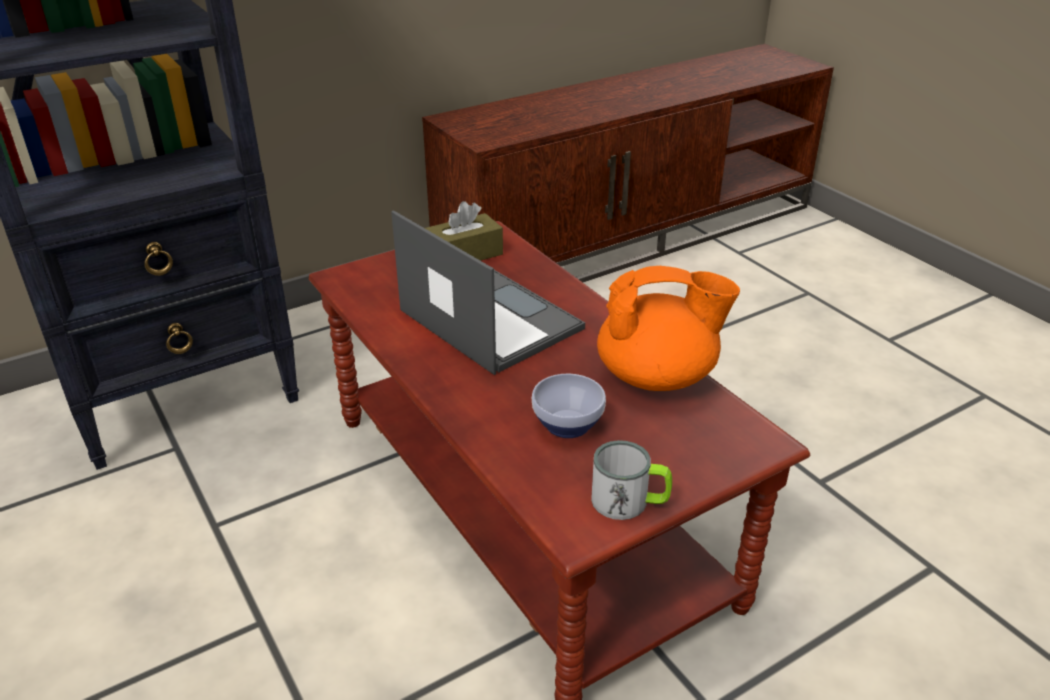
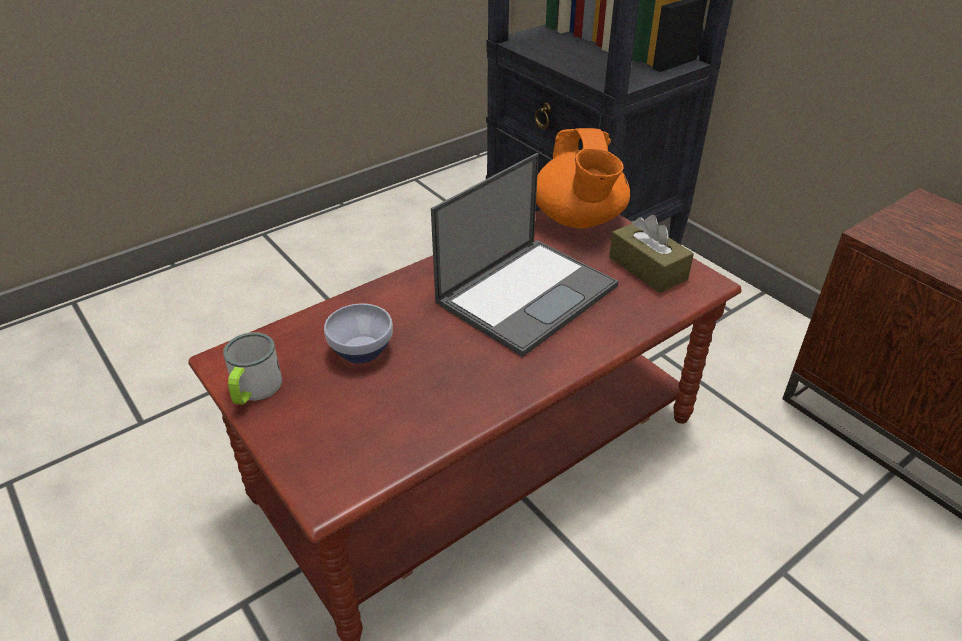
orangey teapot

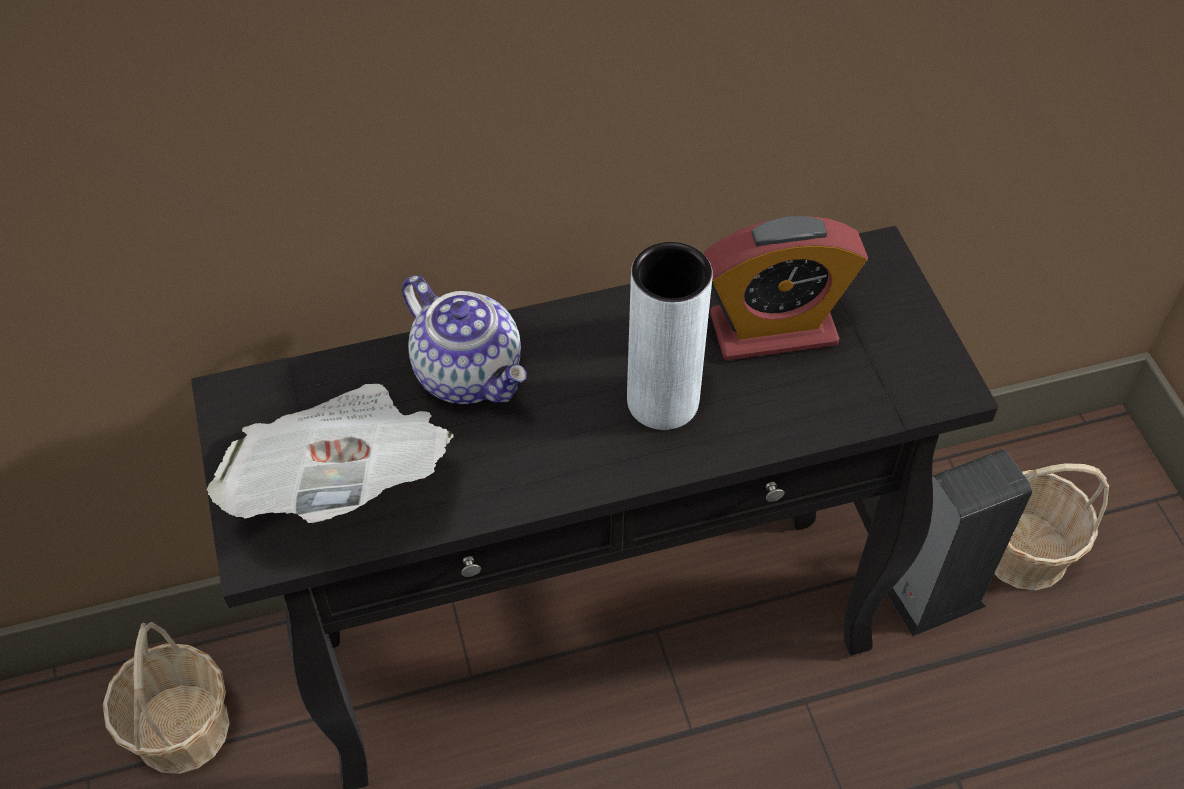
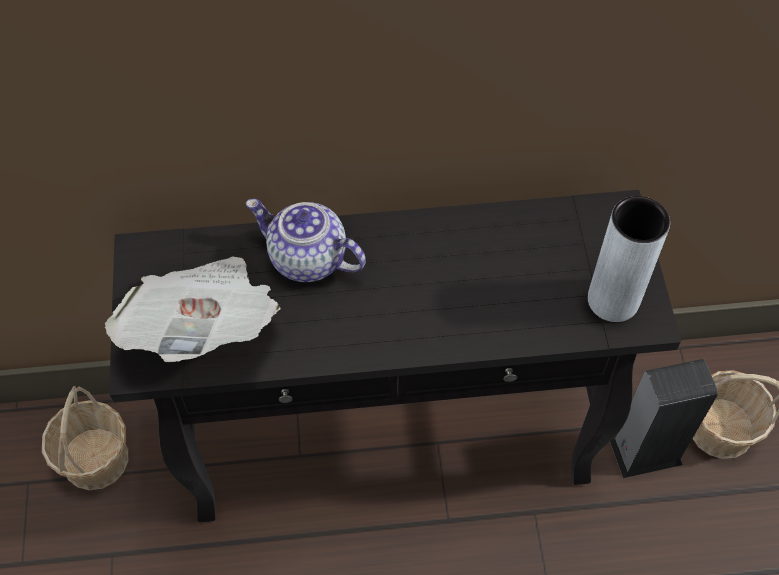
teapot
greyish vase
table clock

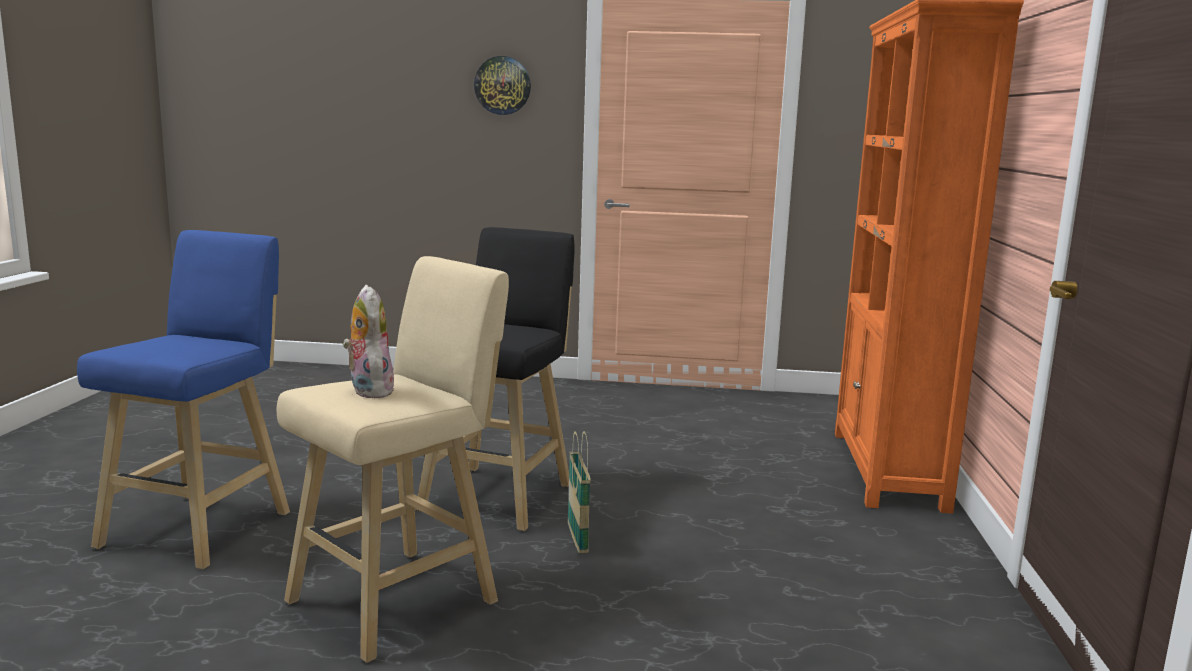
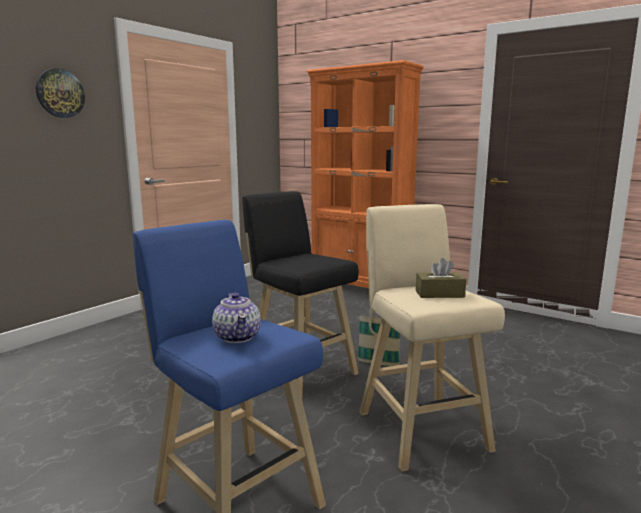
brownish tissue holder
teapot

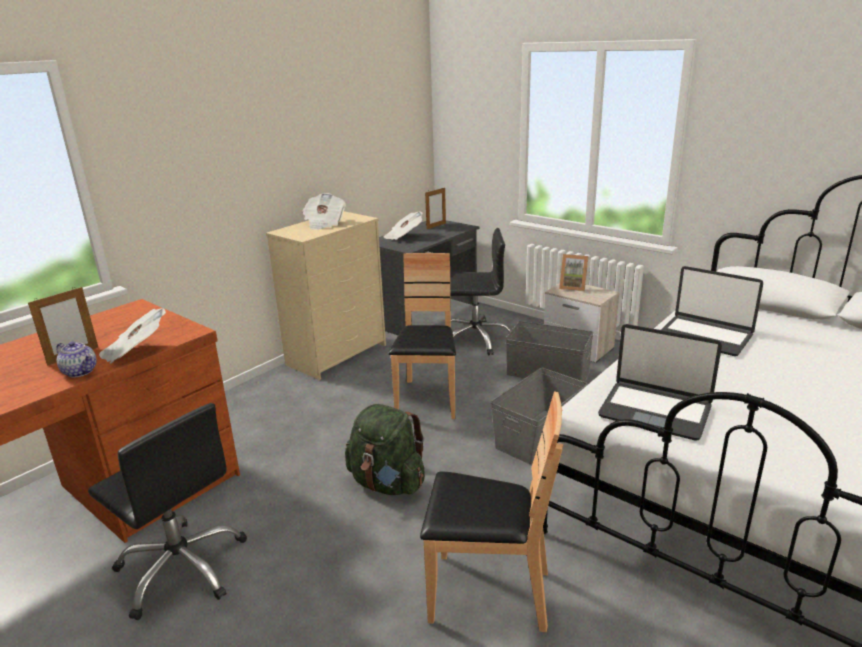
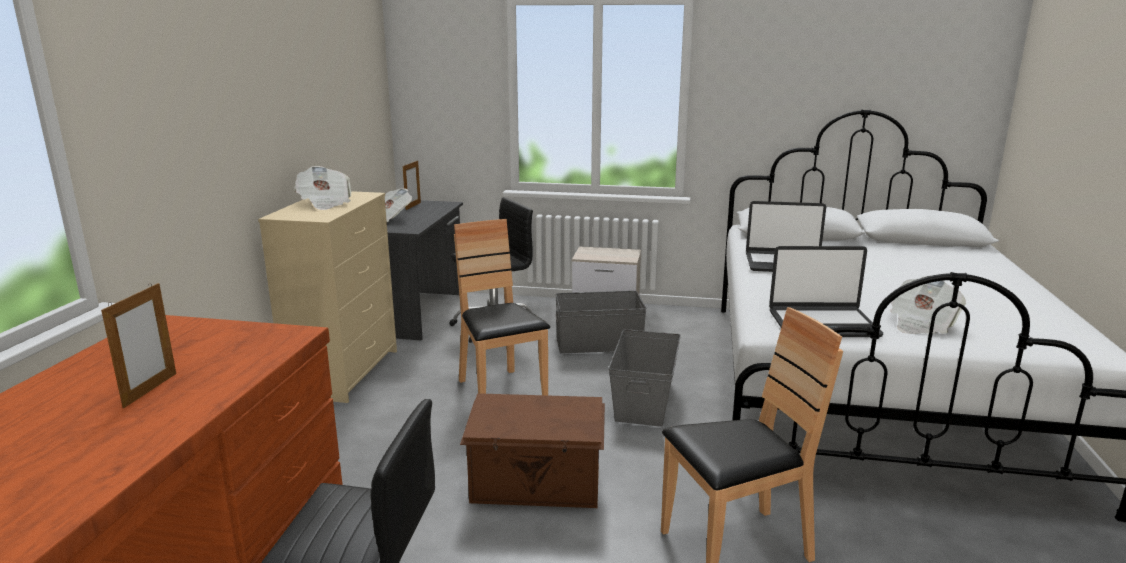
teapot
printed paper (3rd from left)
brownish storage box
standing frame (3rd from left in the first image)

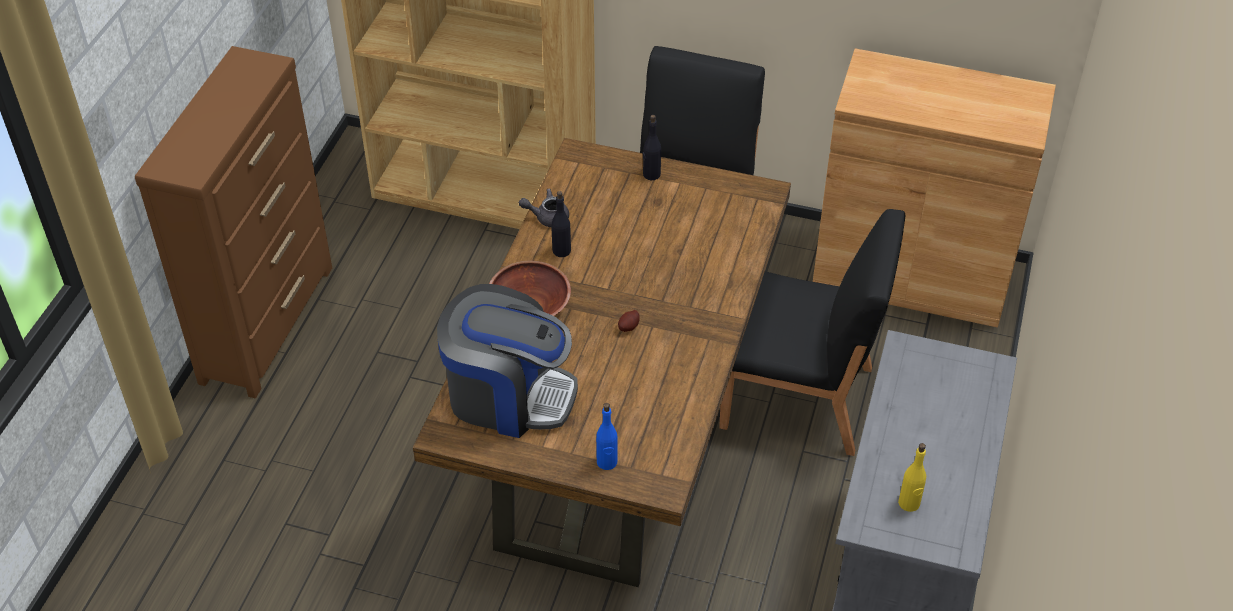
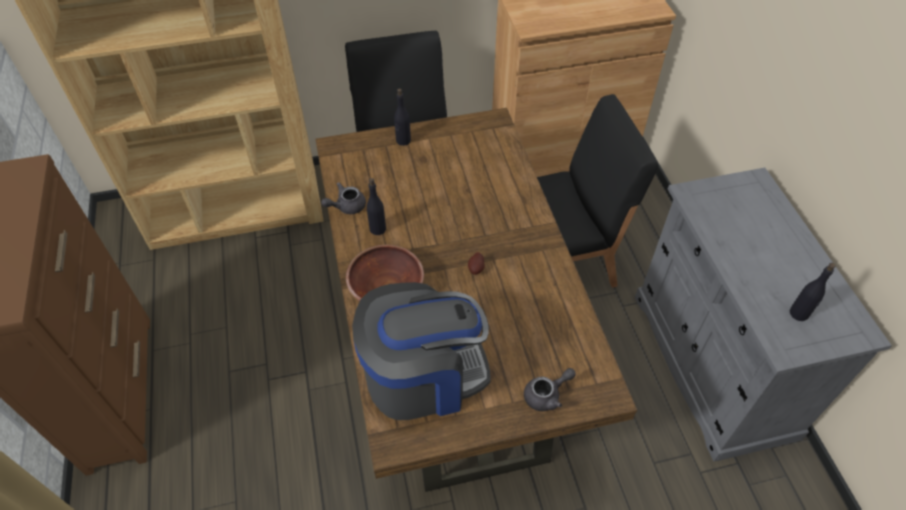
greyish teapot (2nd from left)
black drink bottle (3rd from left)

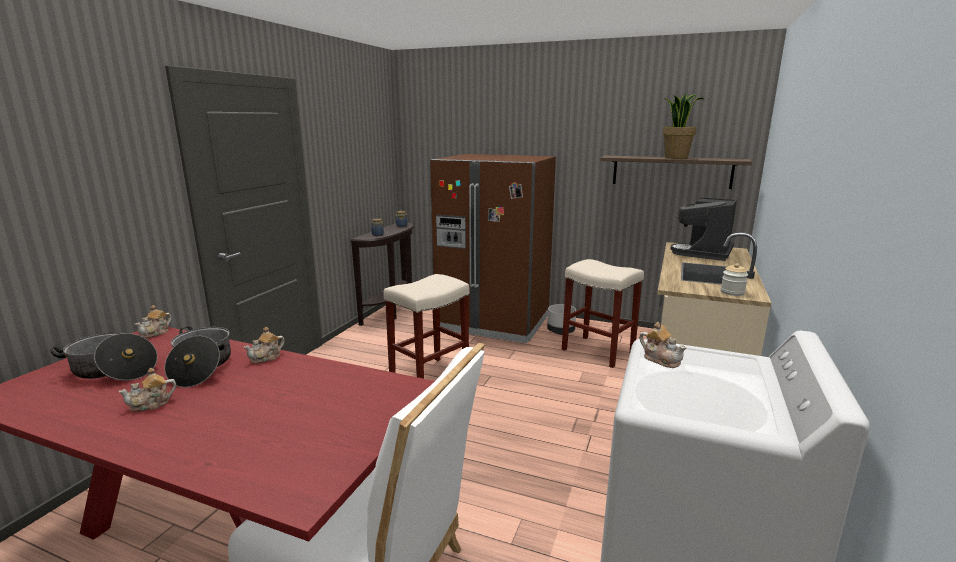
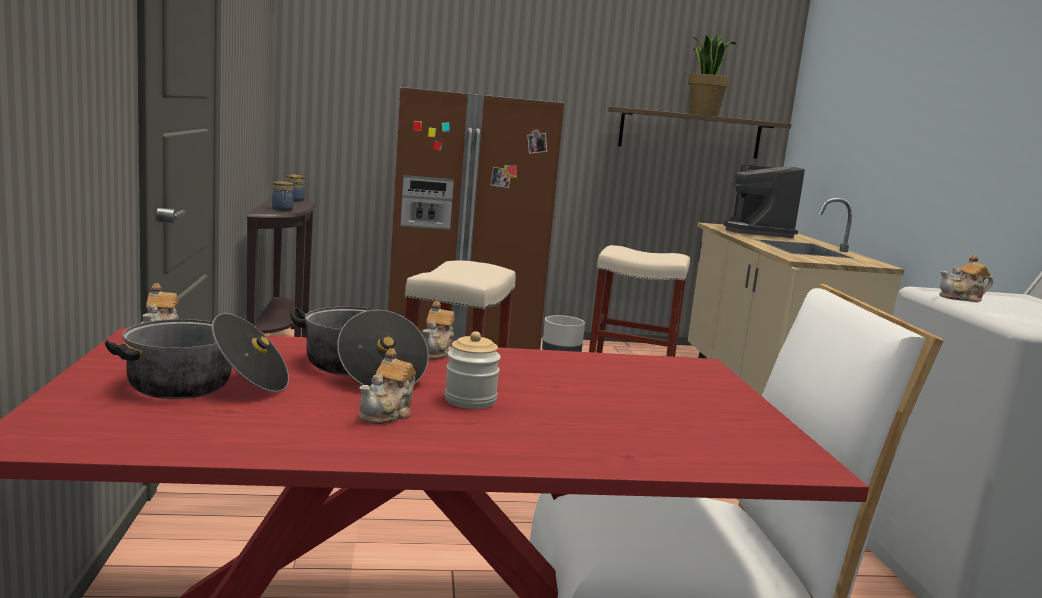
teapot (4th from left)
preserve jar (3rd from left)

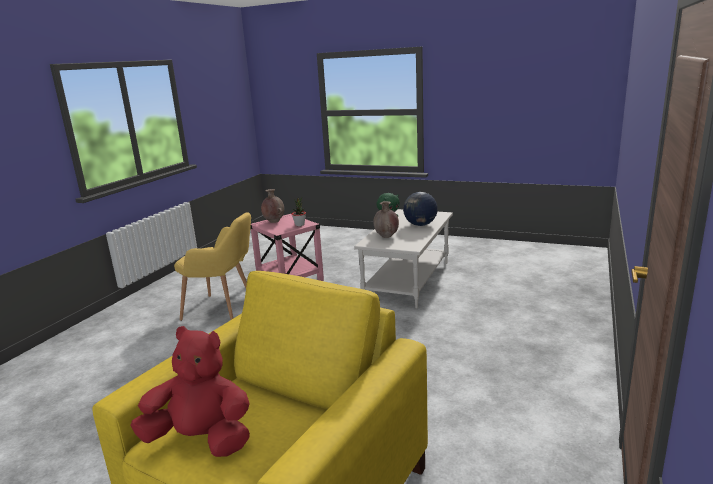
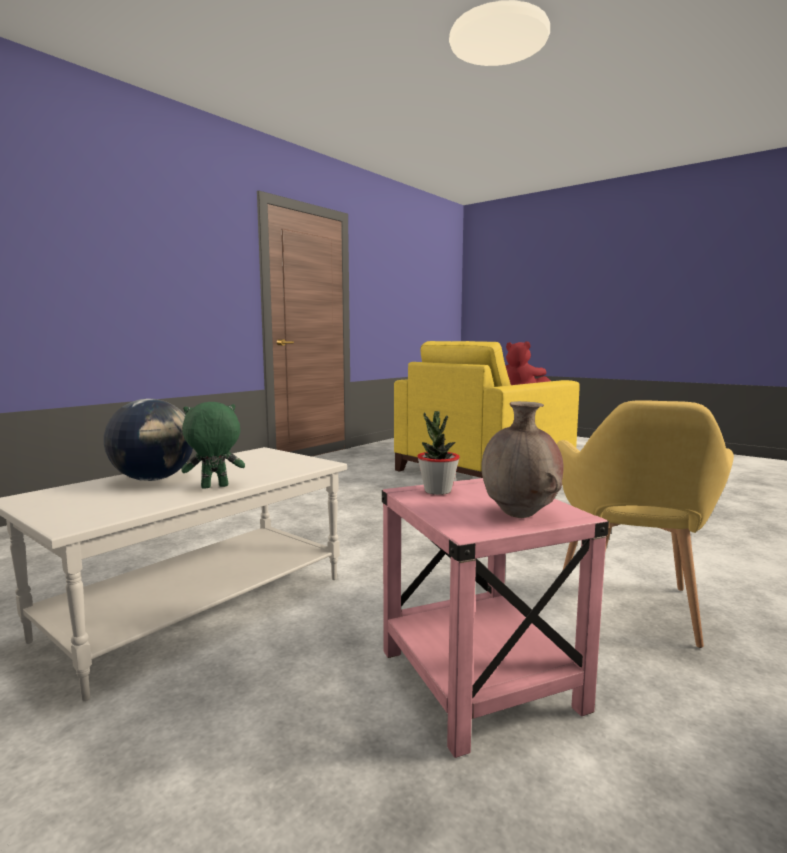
yellow easy chair (2nd from left)
brownish vase (2nd from left in the first image)

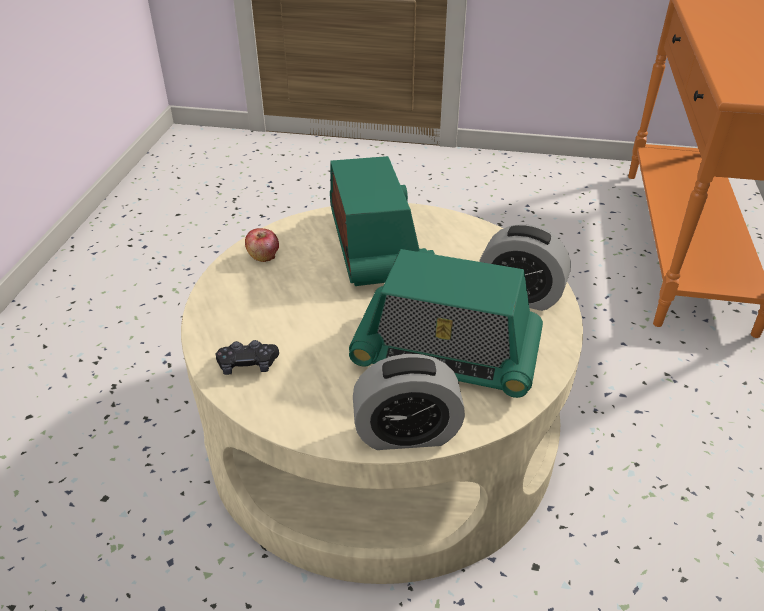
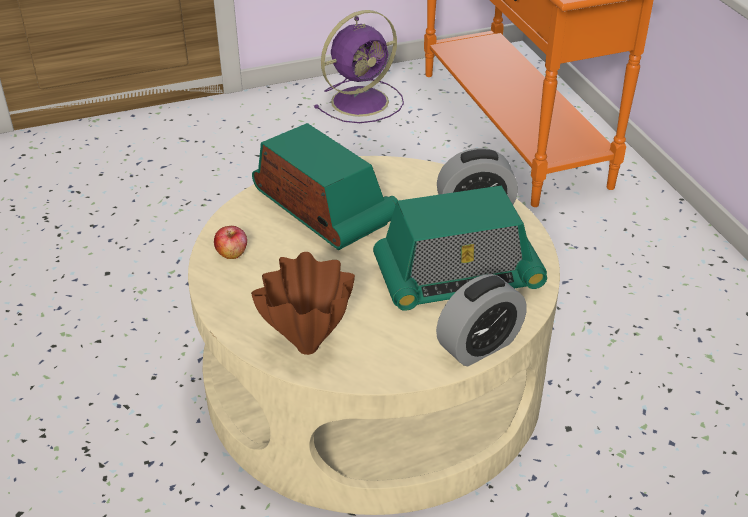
brownish vase
purple-coloured cooling fan

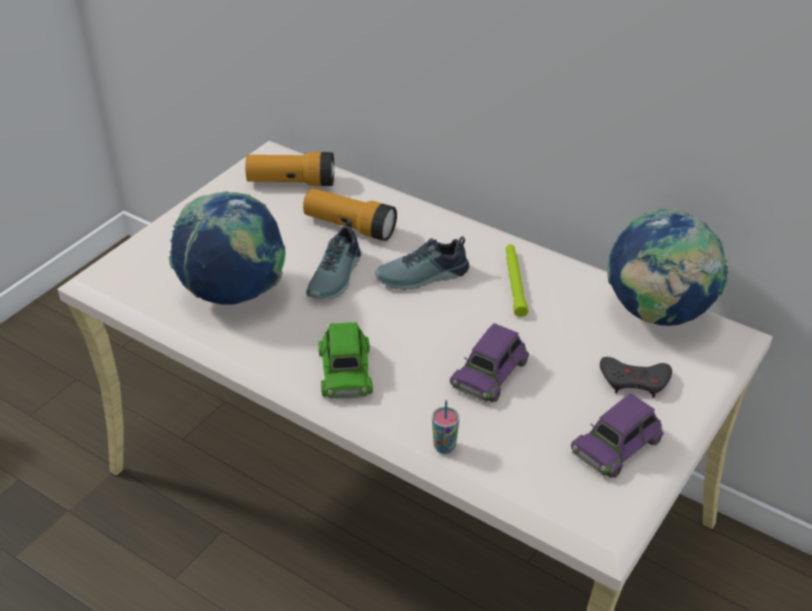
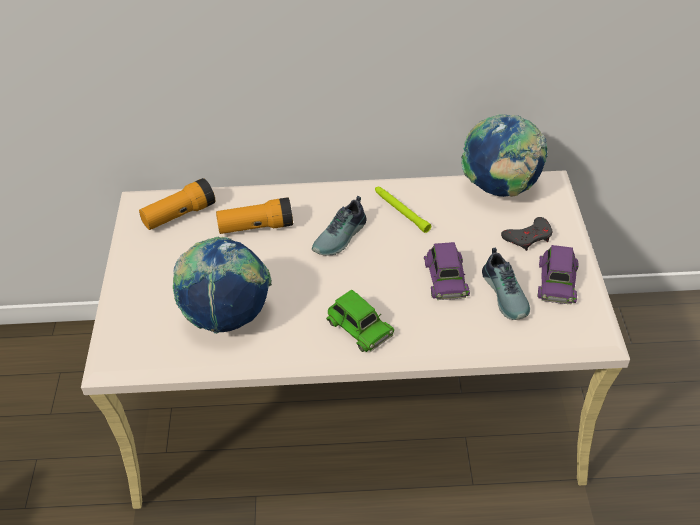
low shoe (2nd from left)
drinking cup

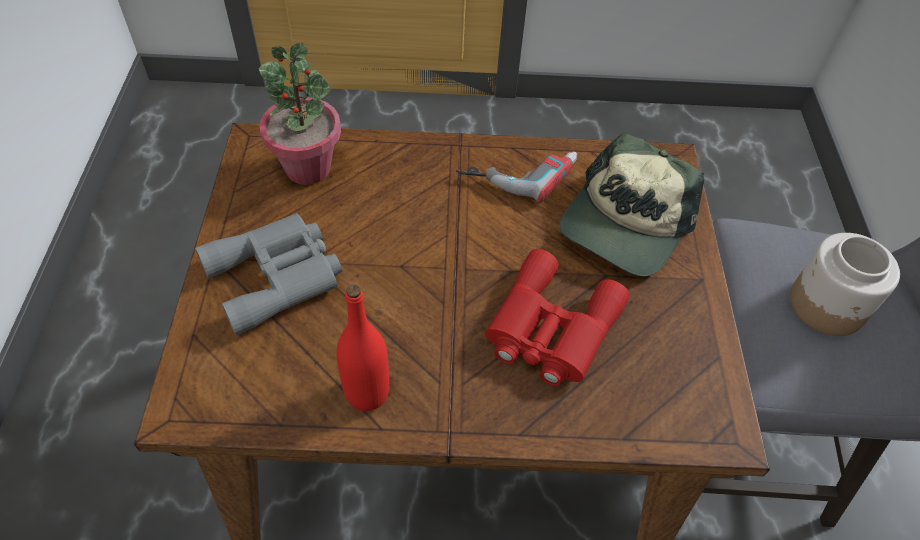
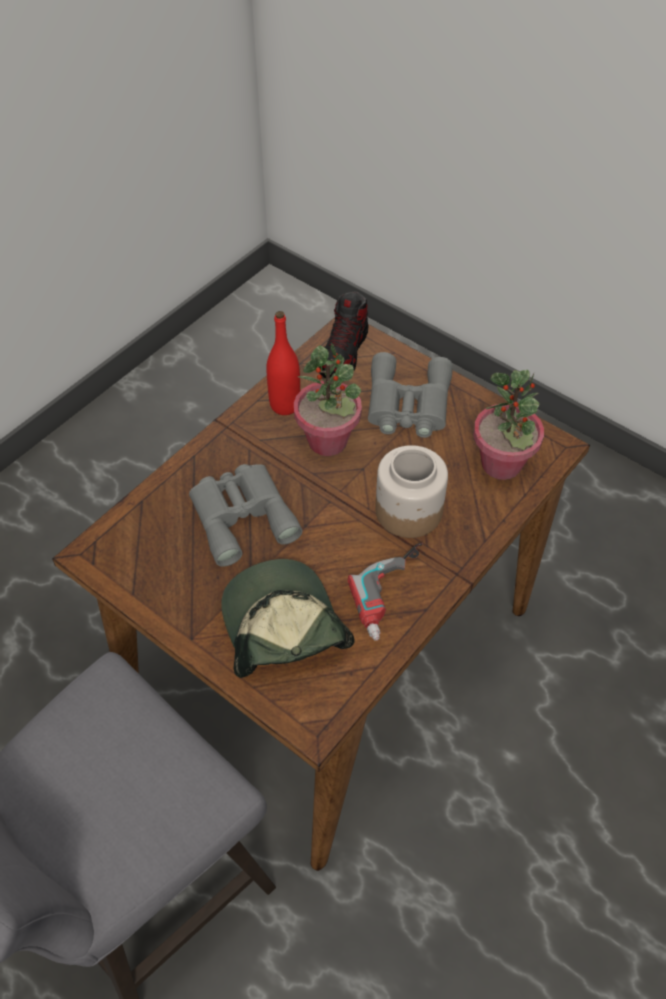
greyish binoculars (1st from left)
preserve jar
houseplant (1st from left)
low shoe

